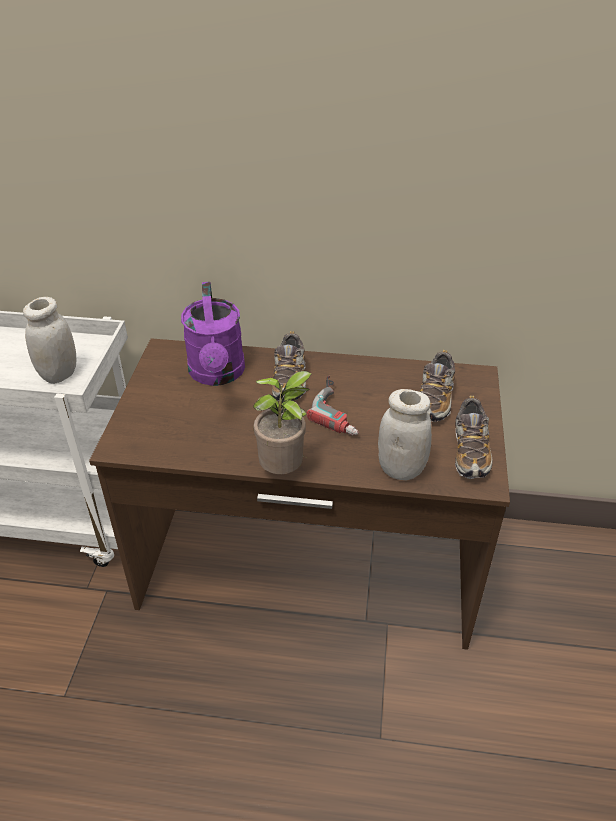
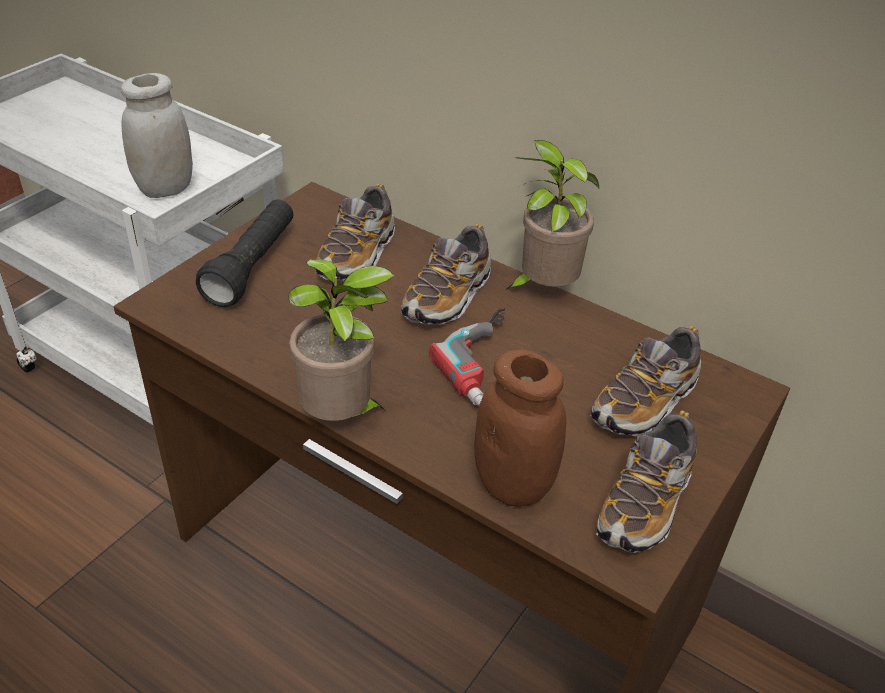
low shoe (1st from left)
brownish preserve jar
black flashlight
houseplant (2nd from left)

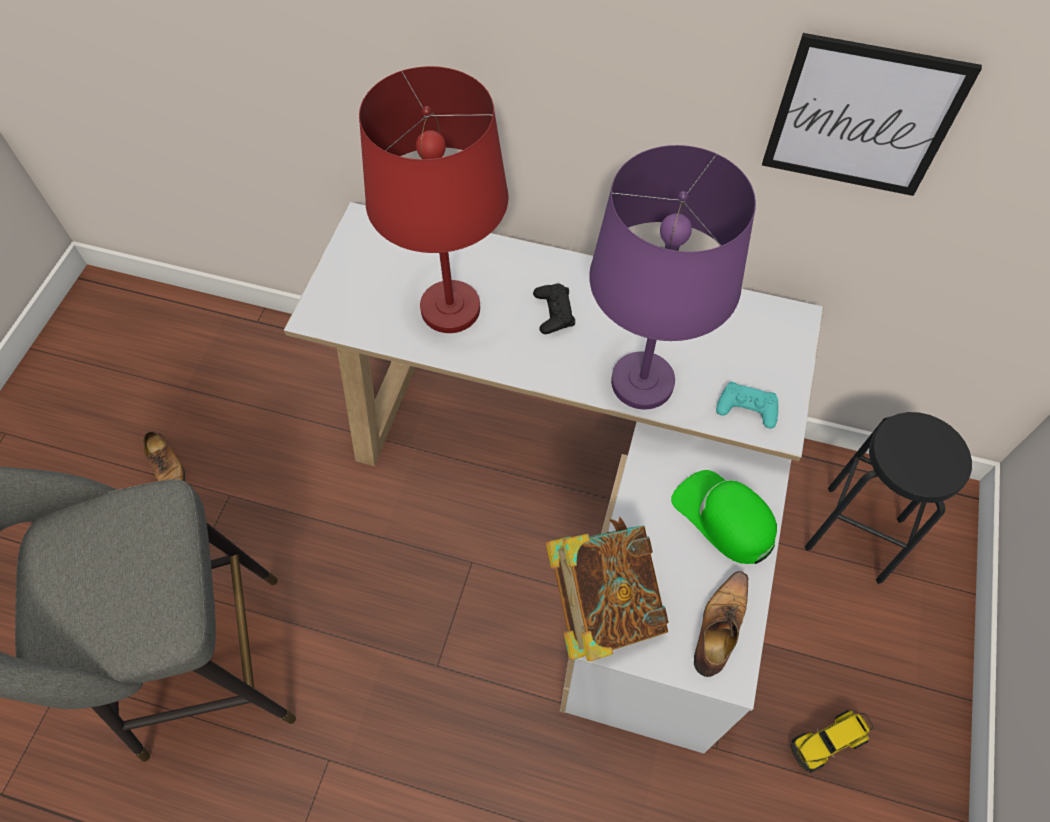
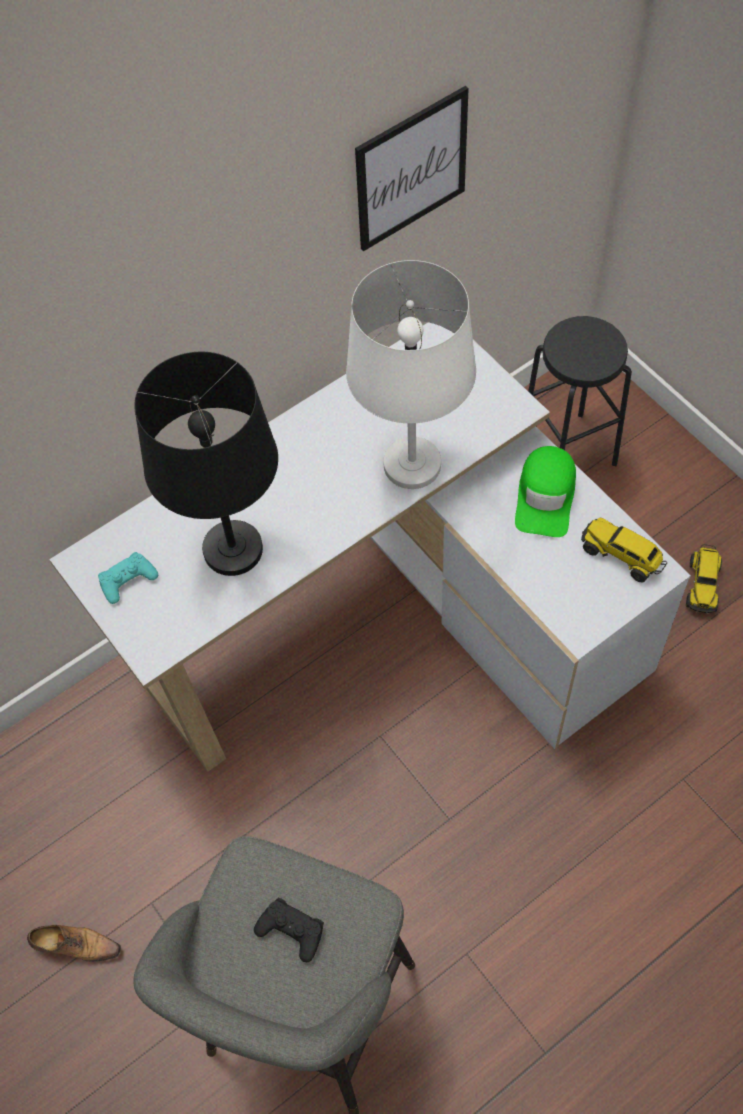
black tabletop lamp
black gamepad
book
whitish tabletop lamp
greenish cap
model truck (1st from left)
turquoise-coloured gamepad

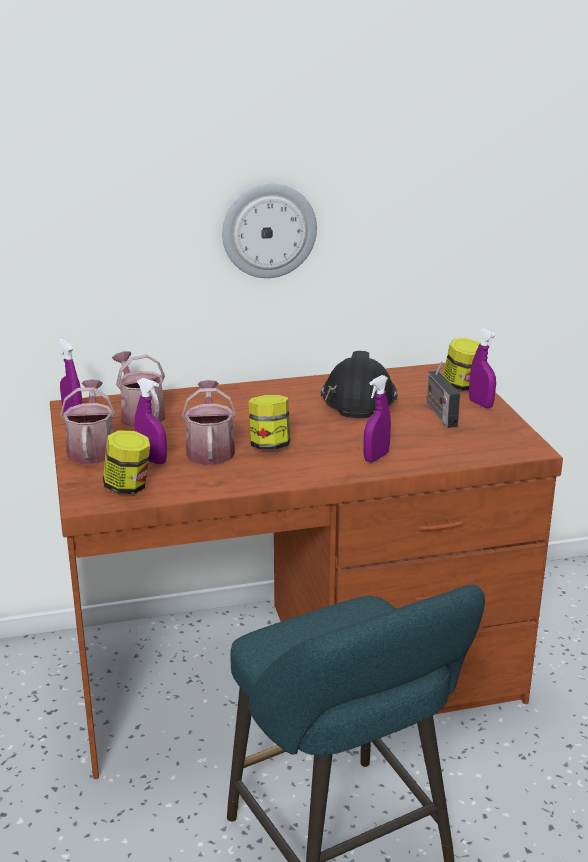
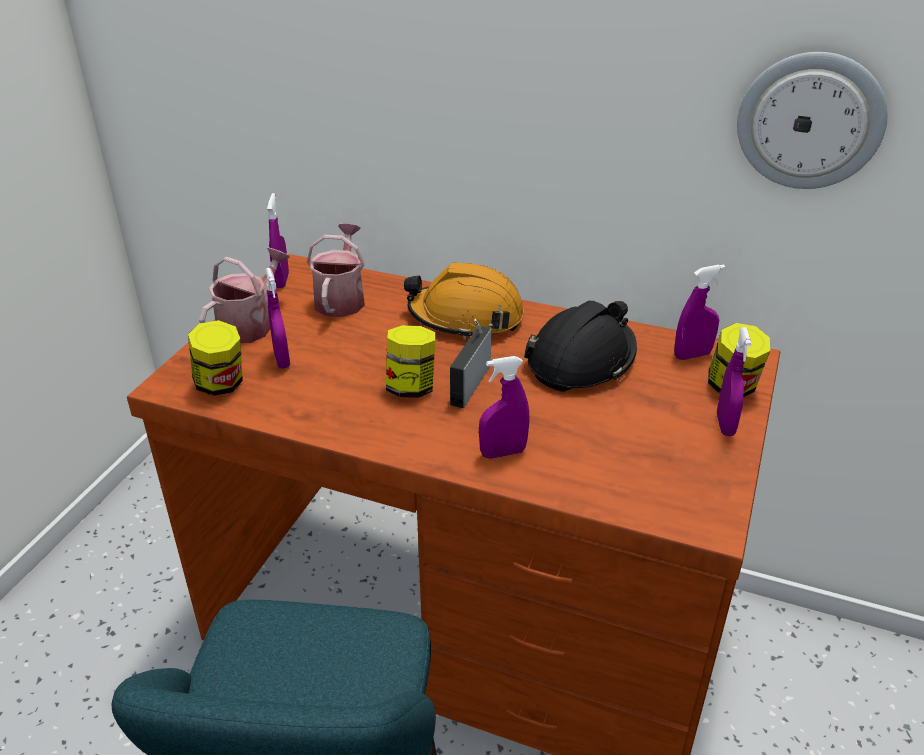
sprinkling can (3rd from left in the first image)
wall clock
radio receiver
orangey work helmet
purple-coloured sprayer (4th from left)

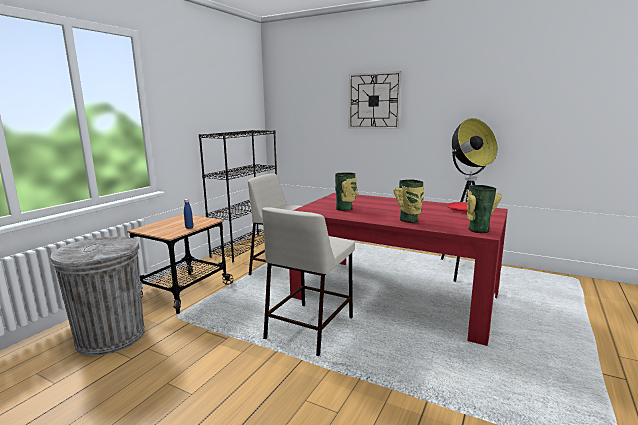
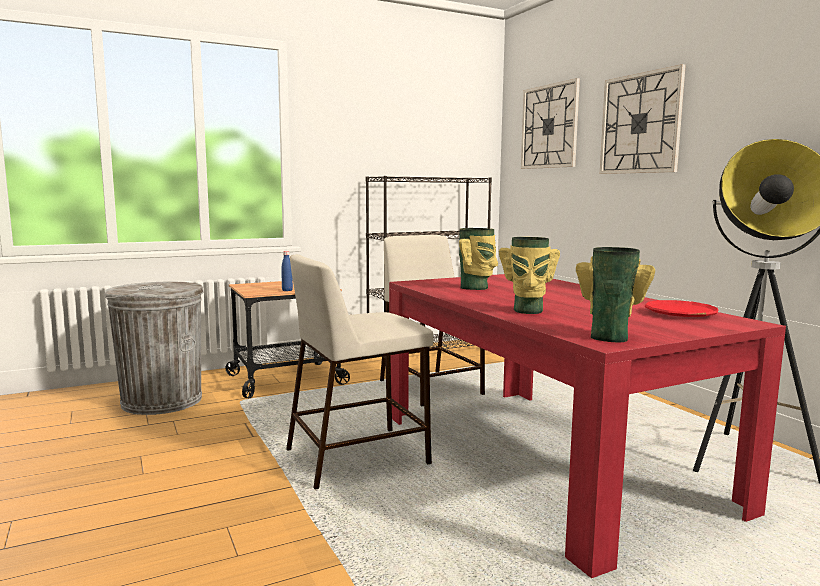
wall clock (1st from left)

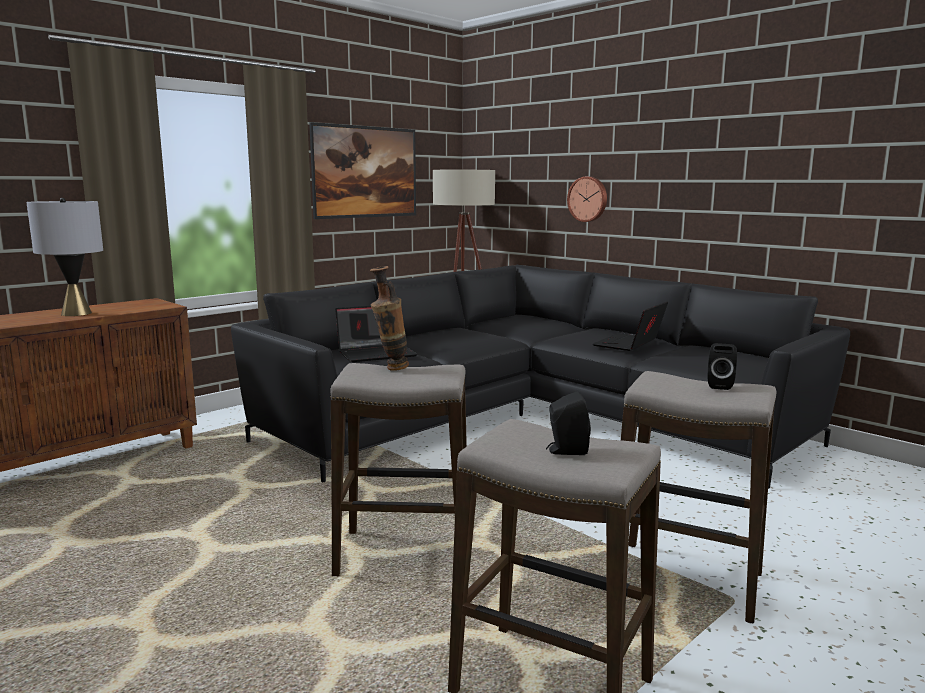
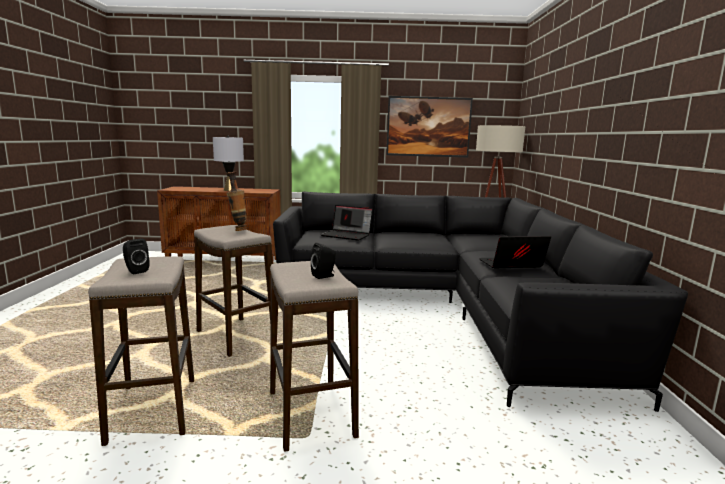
wall clock

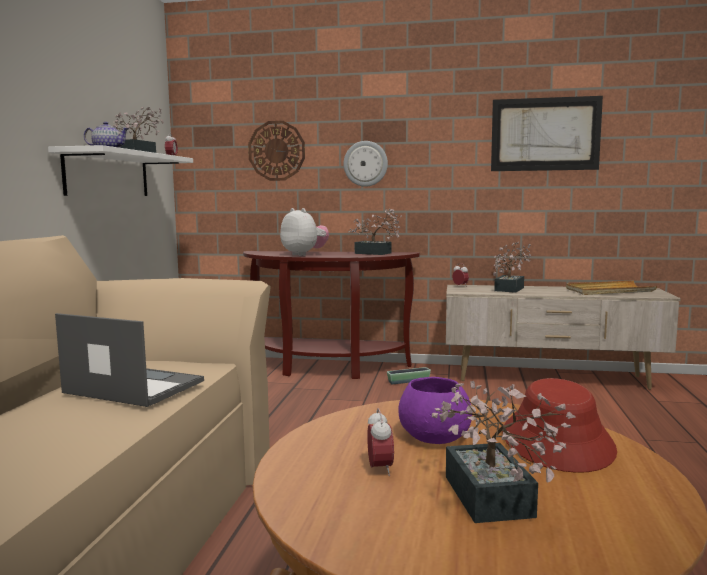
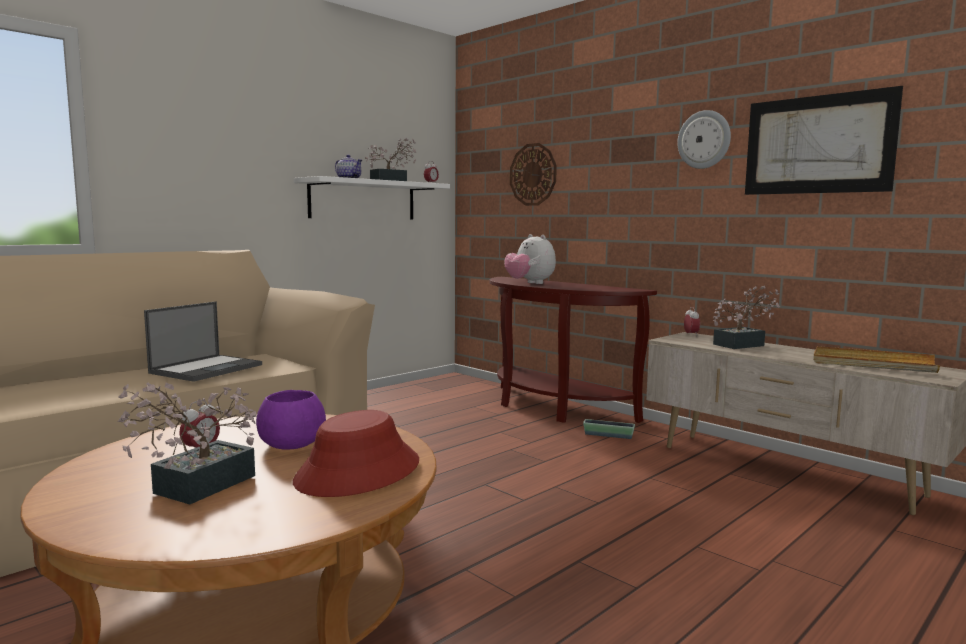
portable computer
plush toy
wall clock (2nd from left)
houseplant (2nd from left in the first image)

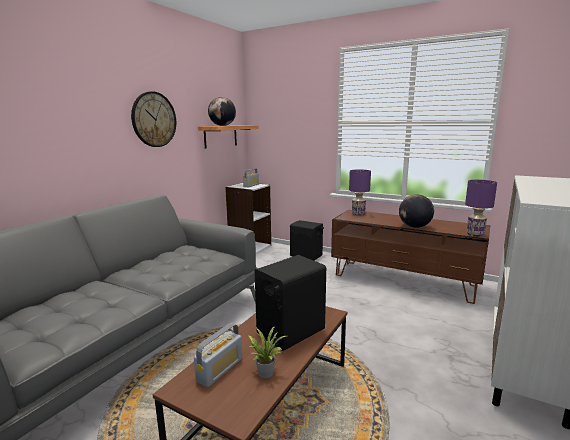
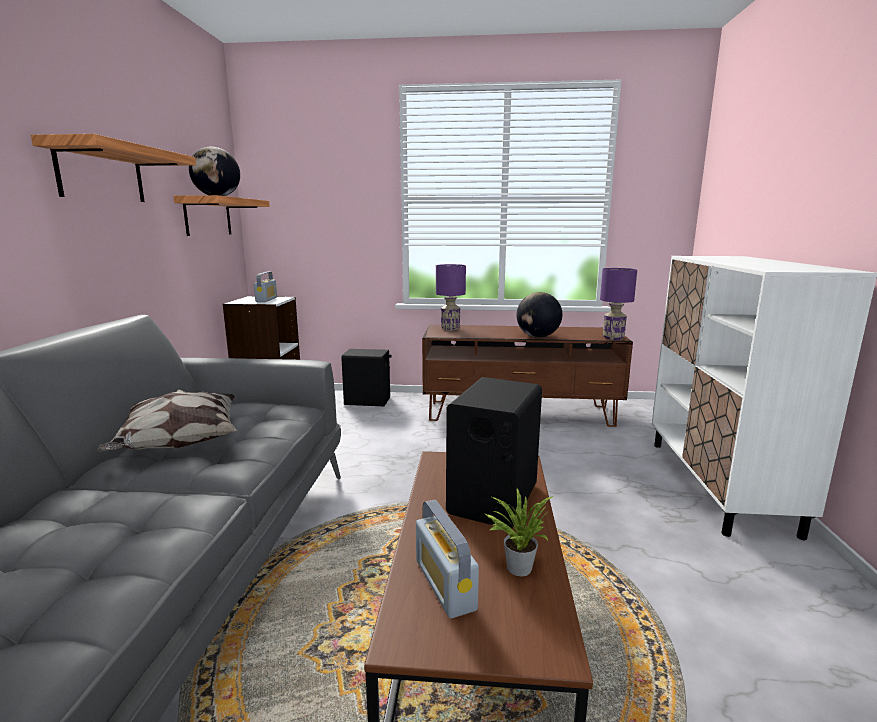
shelf (1st from left)
radio receiver (2nd from left)
pillow

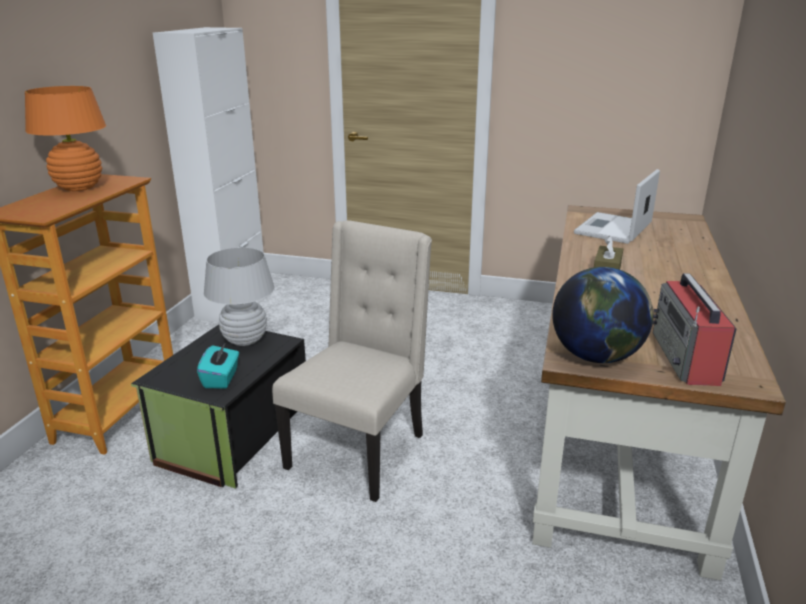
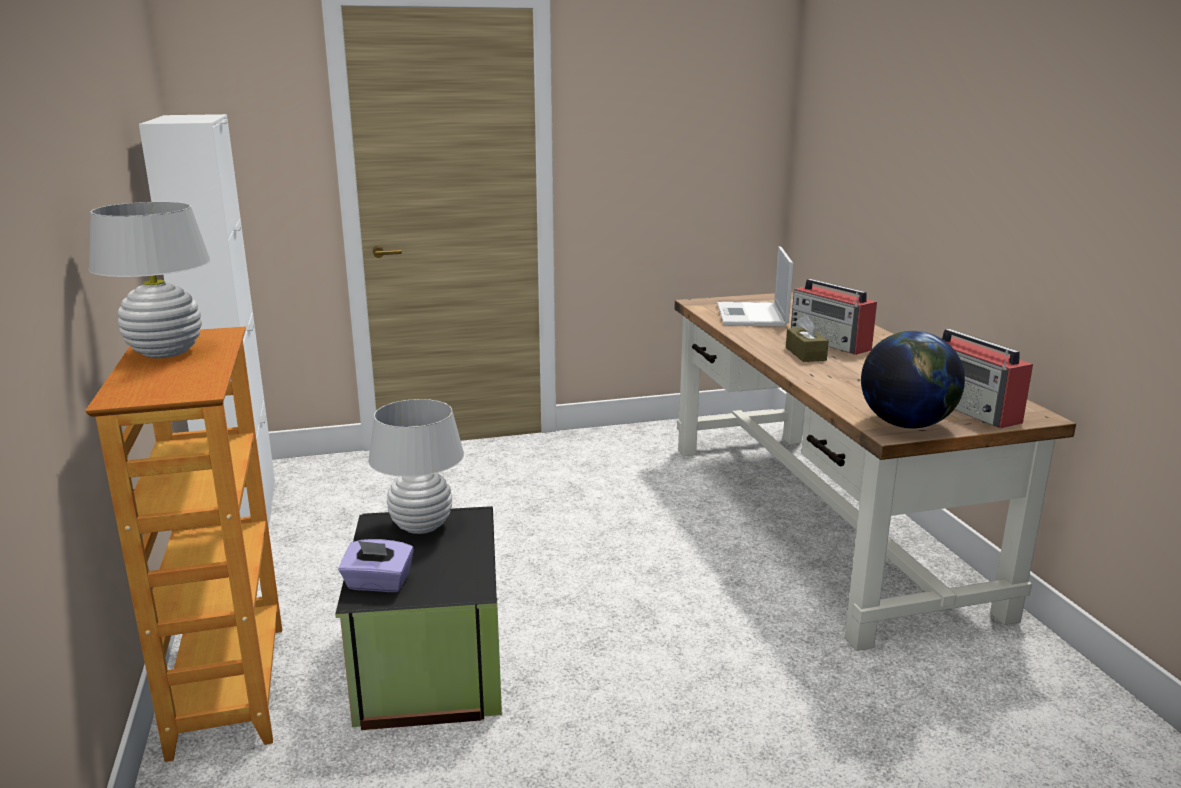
whitish tabletop lamp (1st from left)
turquoise-coloured tissue holder
sand-coloured upright chair
purple-coloured tissue holder
radio receiver (1st from left)

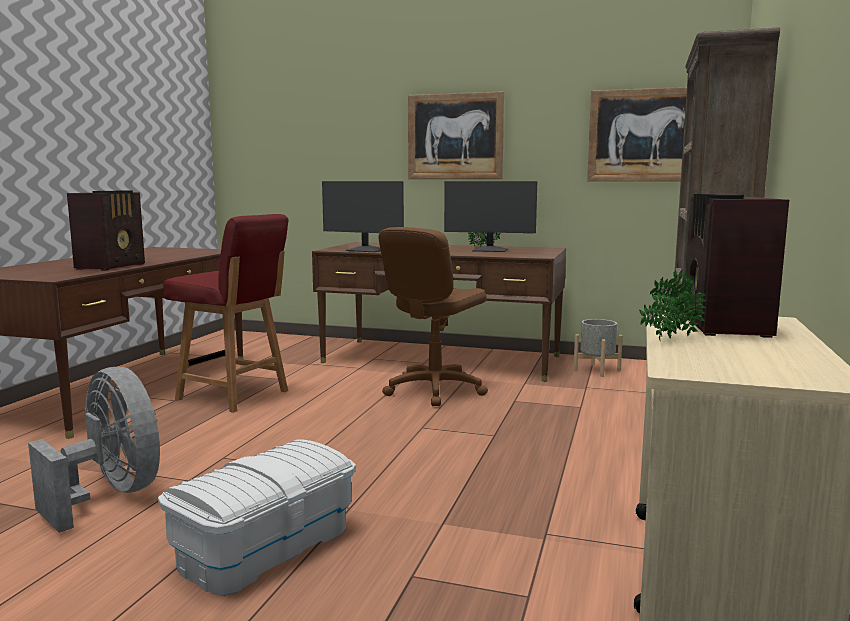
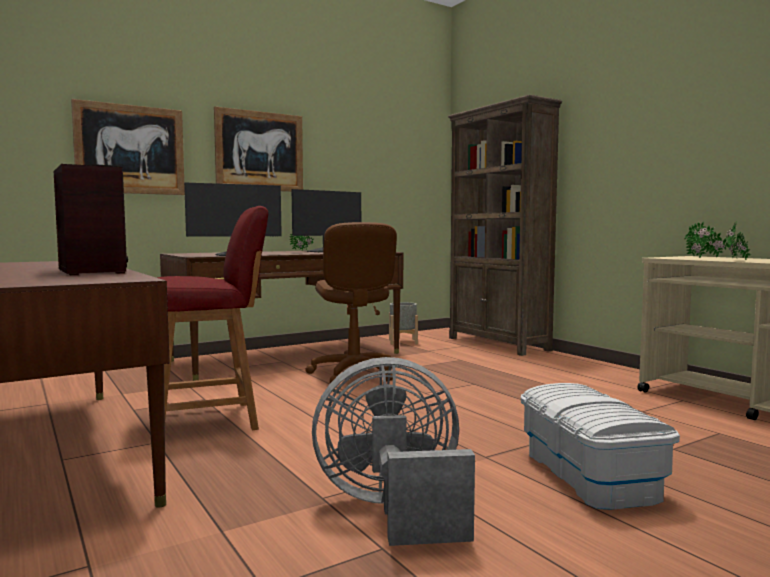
picture (1st from left)
houseplant (2nd from left)

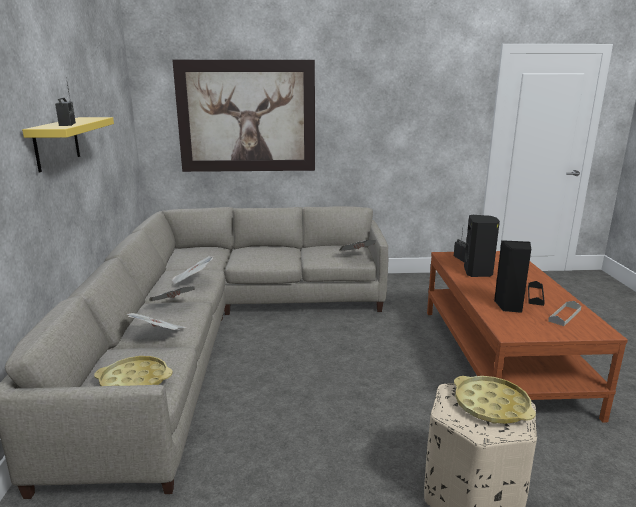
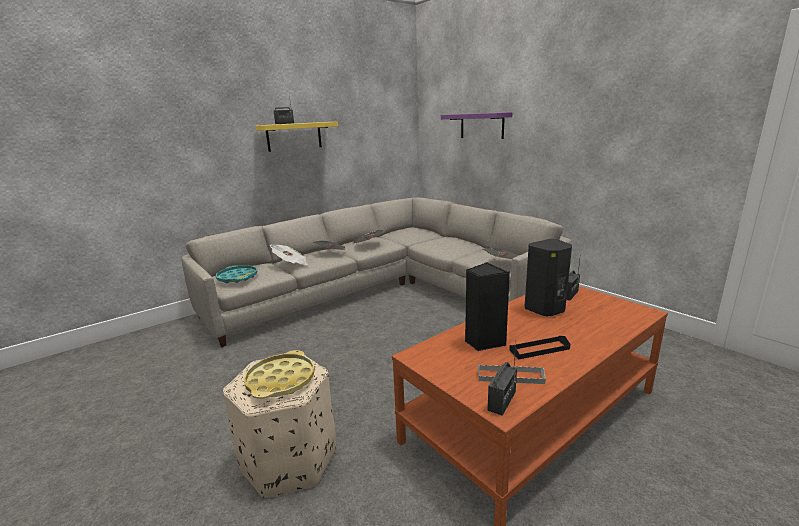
turquoise-coloured carrying tray
purple-coloured shelf
radio receiver (2nd from left)

